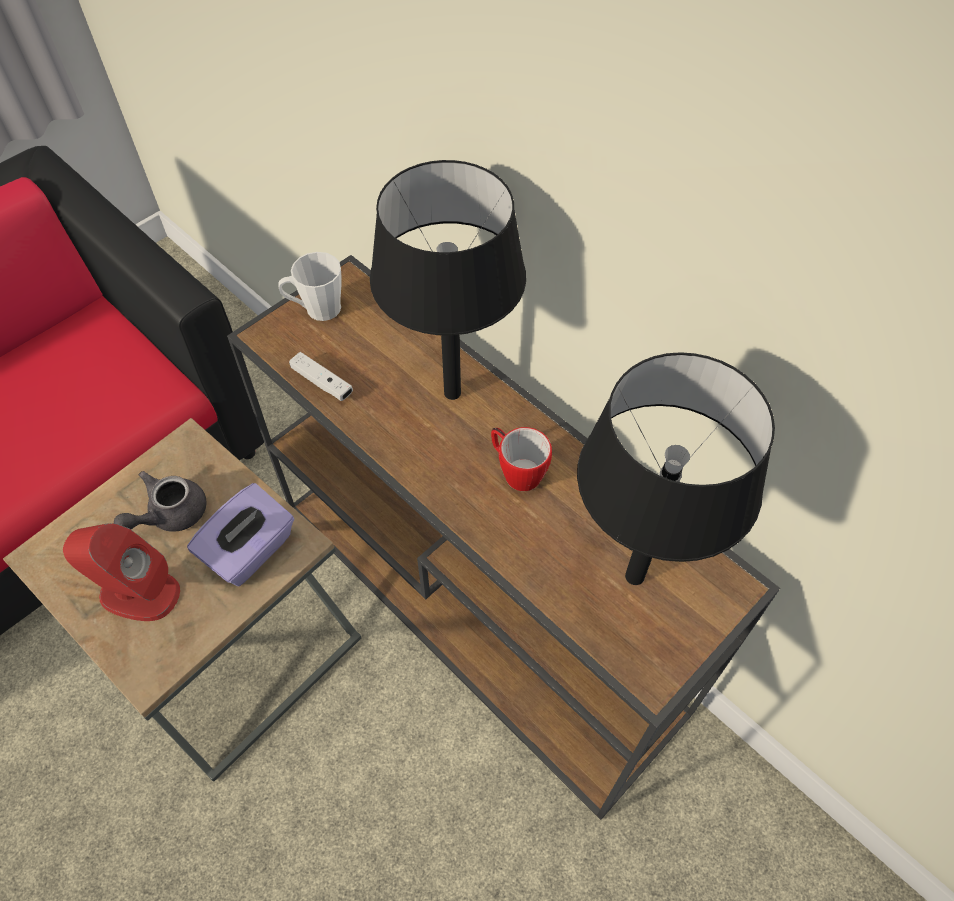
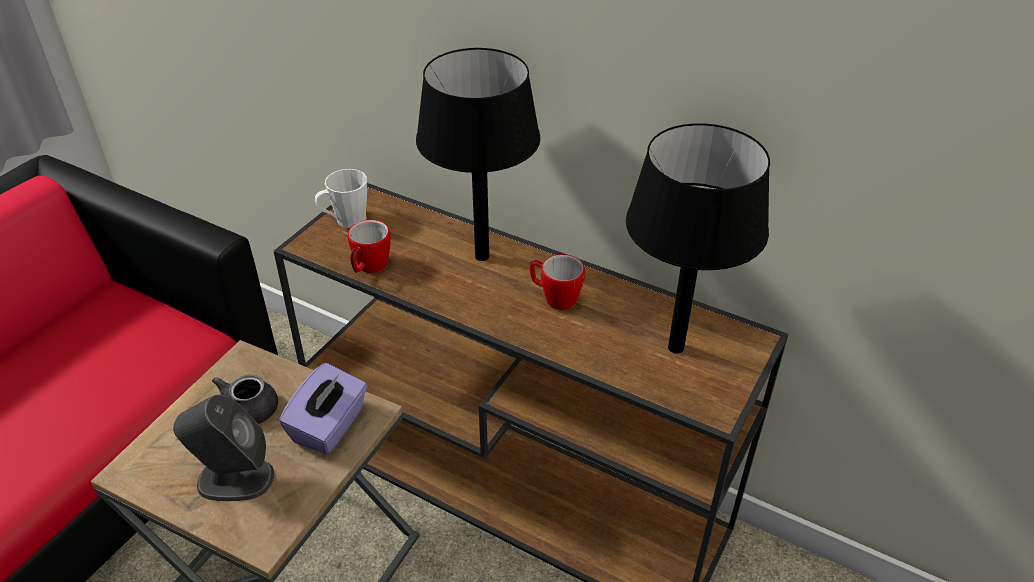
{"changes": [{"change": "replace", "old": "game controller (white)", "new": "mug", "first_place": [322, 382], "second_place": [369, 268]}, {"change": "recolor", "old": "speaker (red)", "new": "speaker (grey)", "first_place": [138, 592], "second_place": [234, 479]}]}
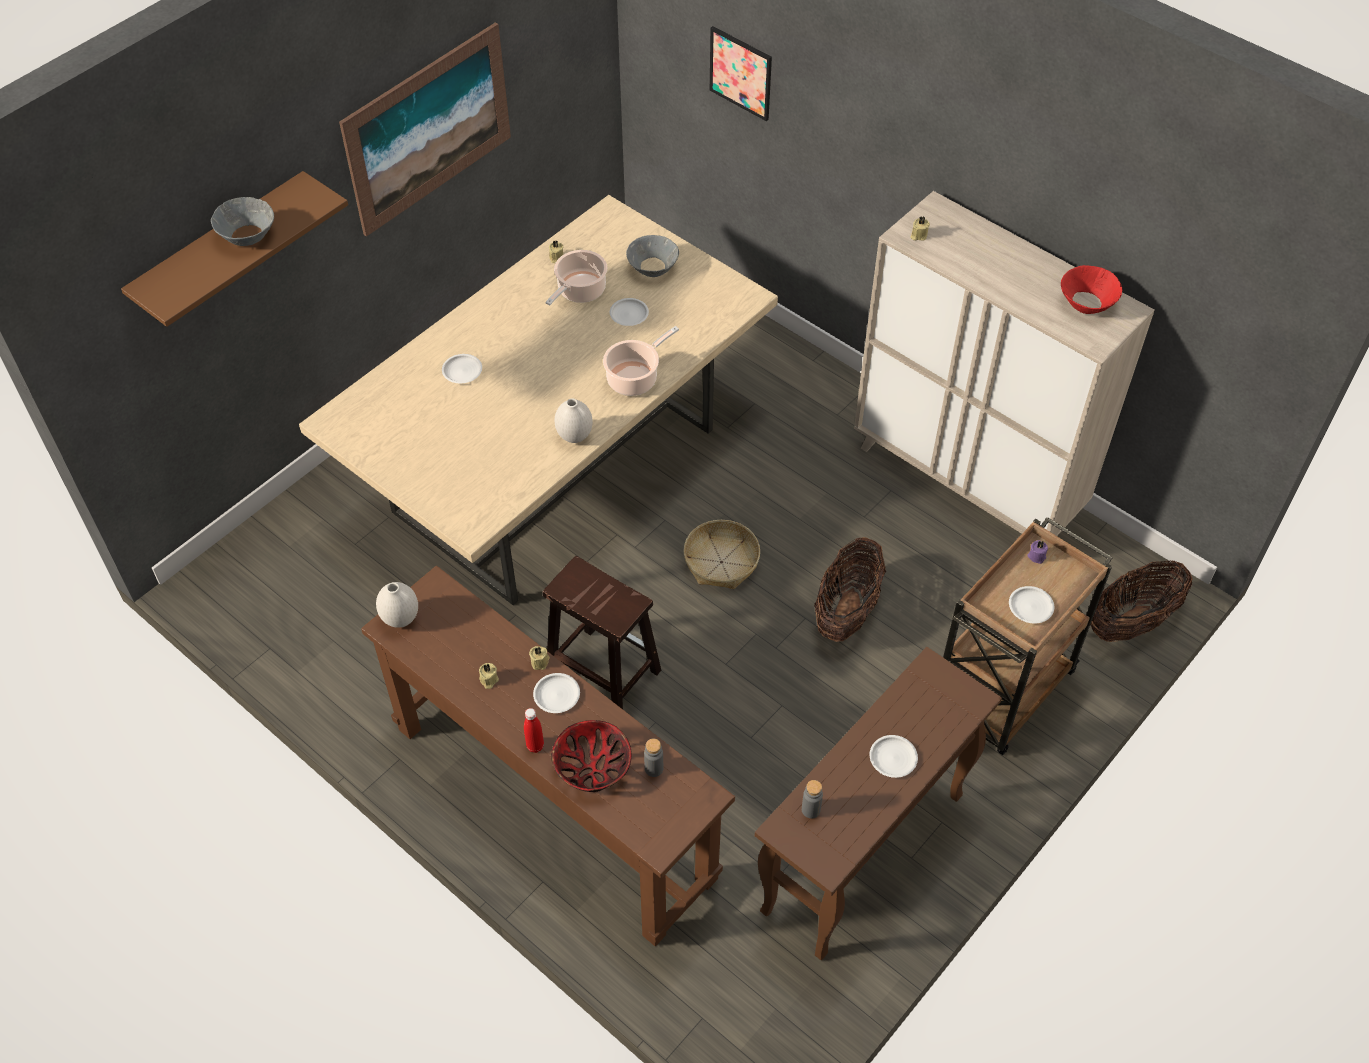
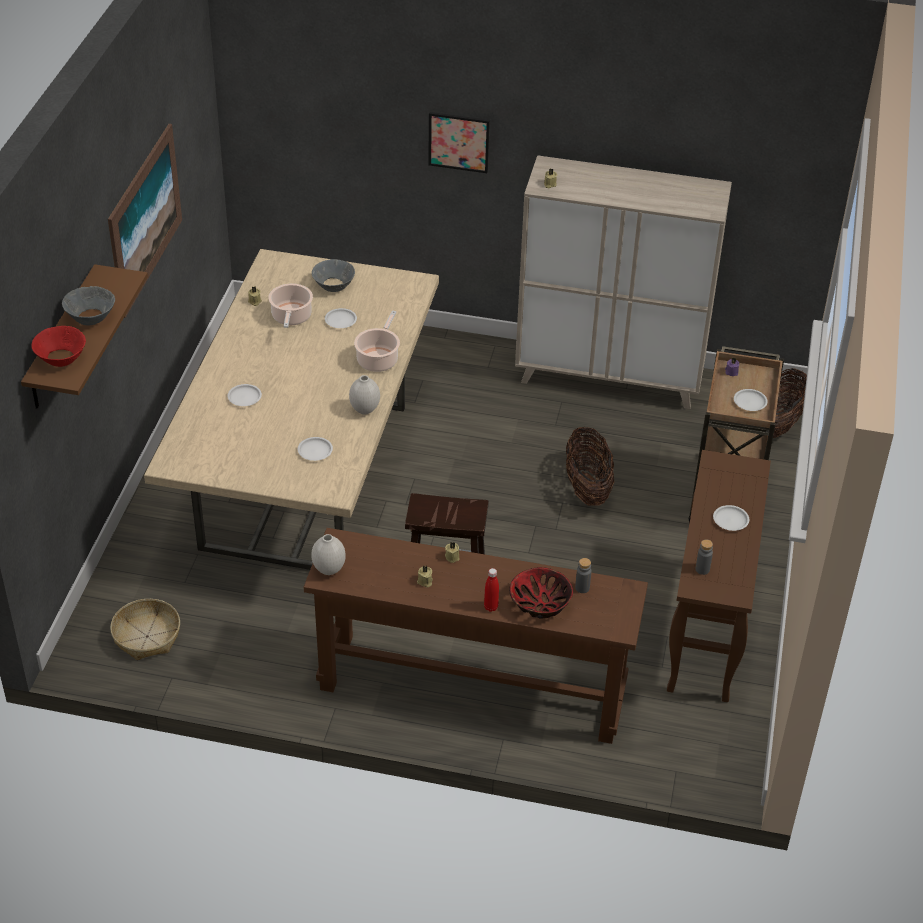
{"changes": [{"change": "move", "old": "plate (white)", "first_place": [556, 695], "second_place": [315, 451]}, {"change": "move", "old": "basket", "first_place": [721, 562], "second_place": [146, 636]}, {"change": "move", "old": "picture", "first_place": [741, 73], "second_place": [458, 142]}, {"change": "move", "old": "bowl (red)", "first_place": [1086, 303], "second_place": [61, 358]}]}
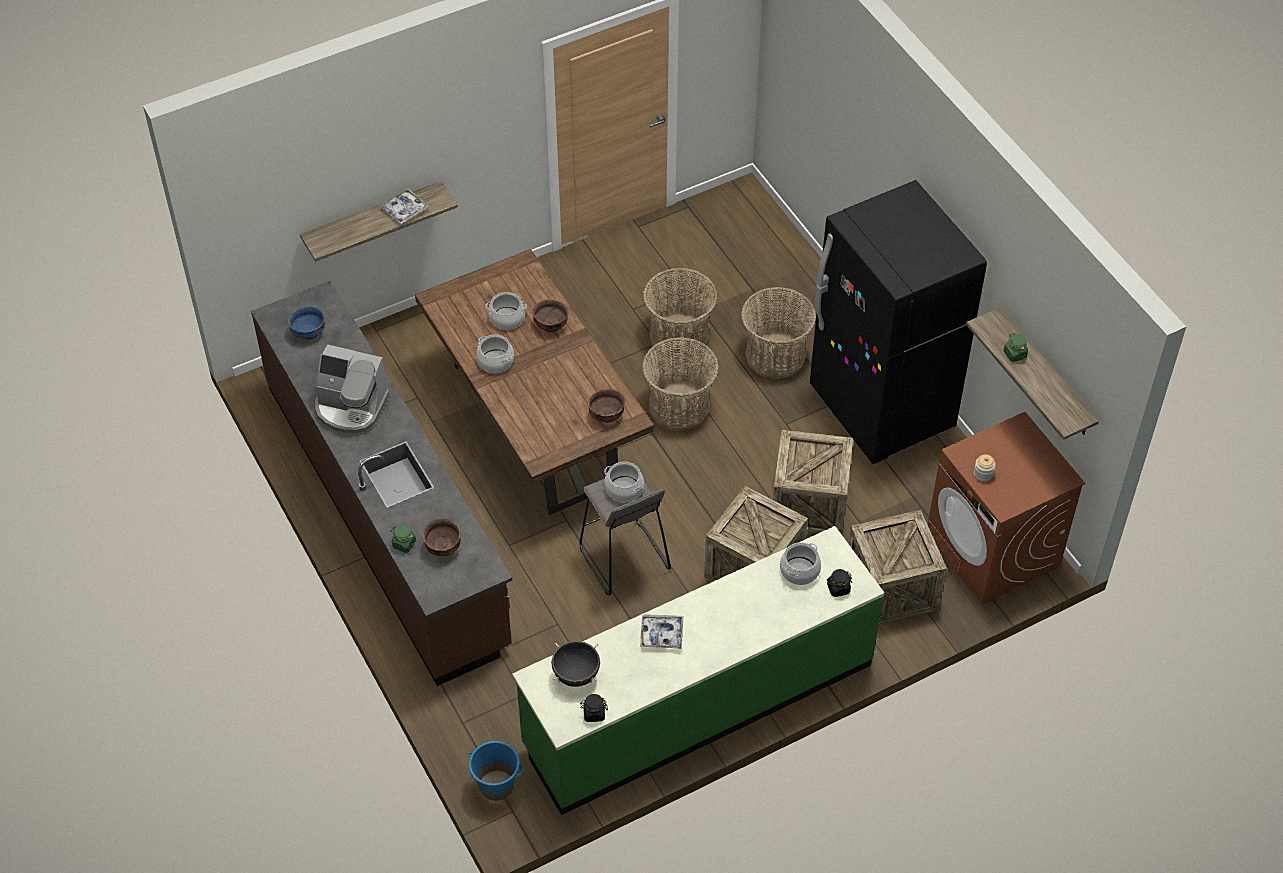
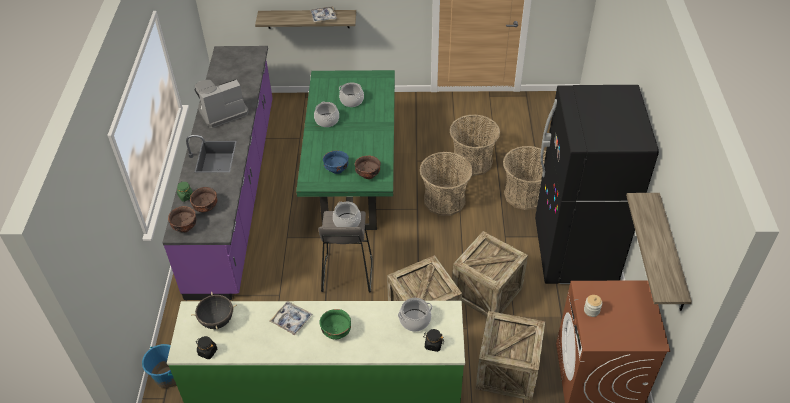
{"changes": [{"change": "delete", "old": "jar (green)", "first_place": [1014, 354]}, {"change": "insert", "new": "bowl (green)", "second_place": [336, 331]}, {"change": "move", "old": "bowl (blue)", "first_place": [309, 333], "second_place": [336, 169]}, {"change": "move", "old": "bowl (brown)", "first_place": [550, 325], "second_place": [184, 227]}, {"change": "recolor", "old": "counter (brown)", "new": "counter (purple)", "first_place": [387, 514], "second_place": [235, 192]}, {"change": "recolor", "old": "dining table (brown)", "new": "dining table (green)", "first_place": [536, 425], "second_place": [353, 178]}, {"change": "rotate", "old": "coffee machine", "first_place": [351, 407], "second_place": [222, 112], "degrees": 105}]}
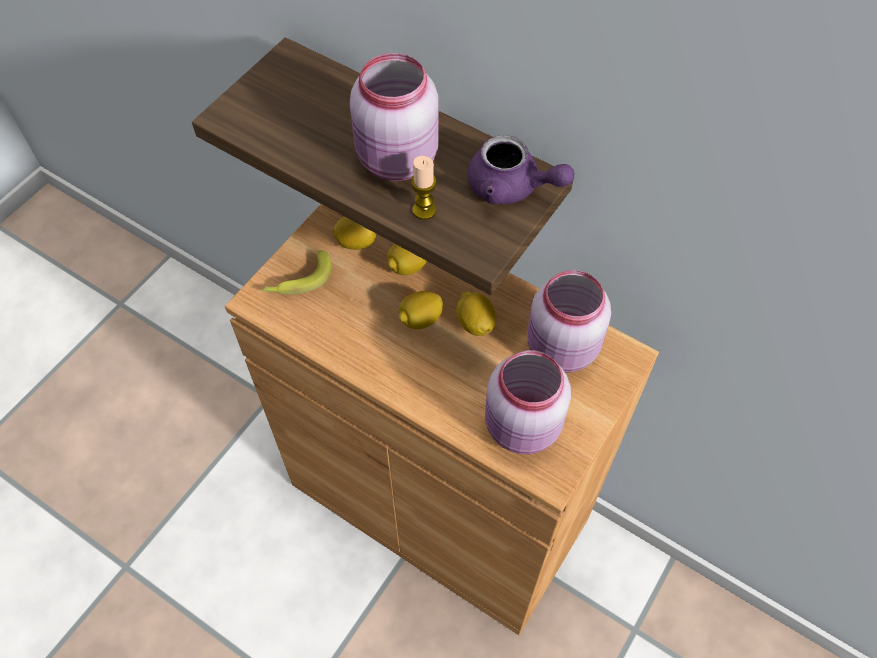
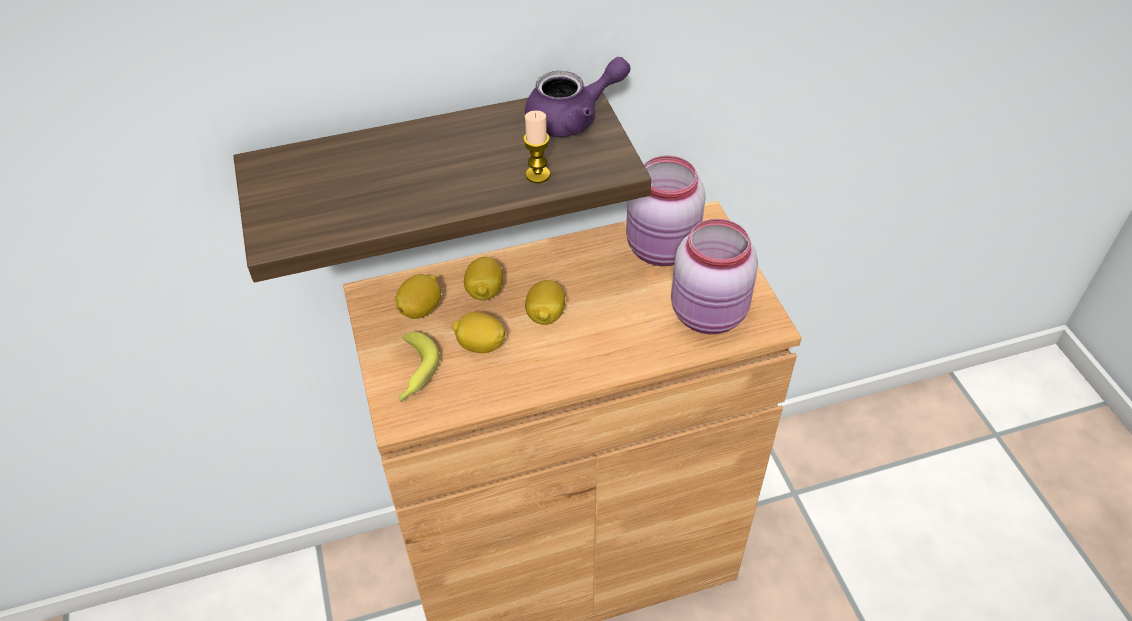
{"changes": [{"change": "delete", "old": "jar (pink)", "first_place": [396, 161]}, {"change": "move", "old": "lemon", "first_place": [475, 323], "second_place": [480, 345]}]}
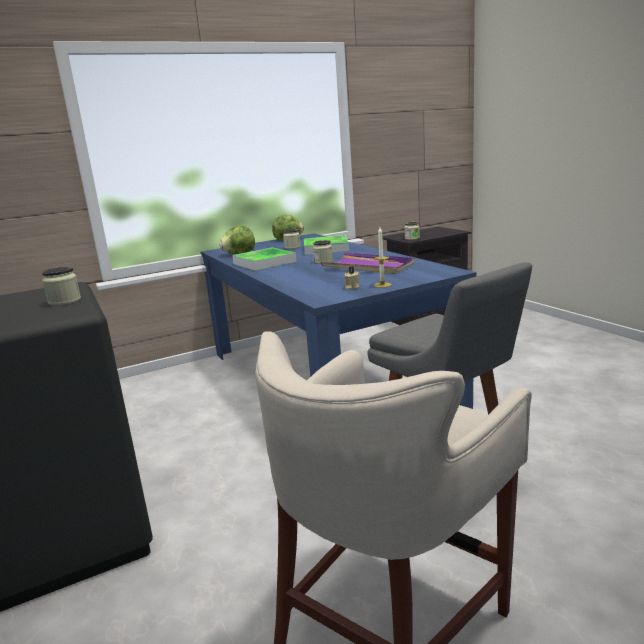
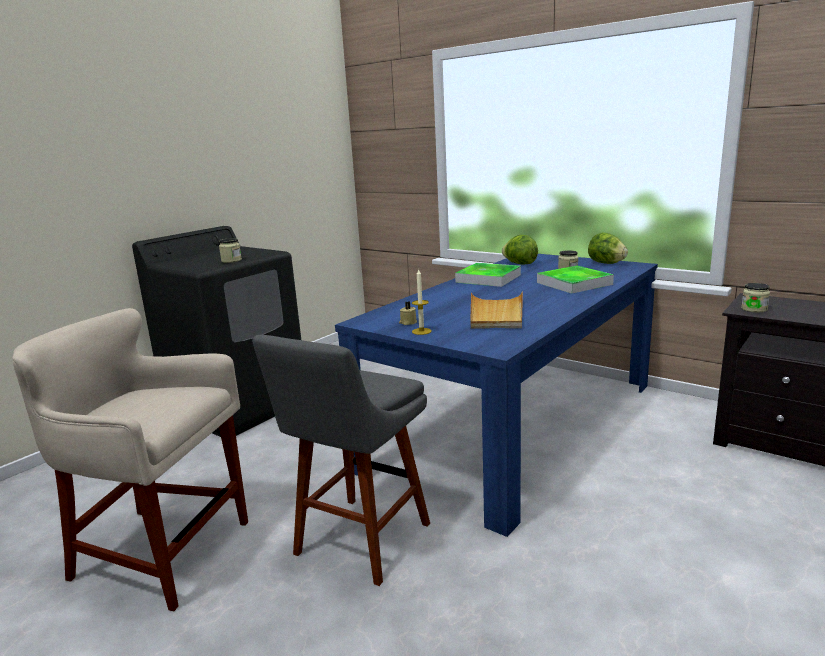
{"changes": [{"change": "delete", "old": "jar", "first_place": [323, 261]}, {"change": "recolor", "old": "tray (purple)", "new": "tray (beige)", "first_place": [368, 267], "second_place": [496, 314]}]}
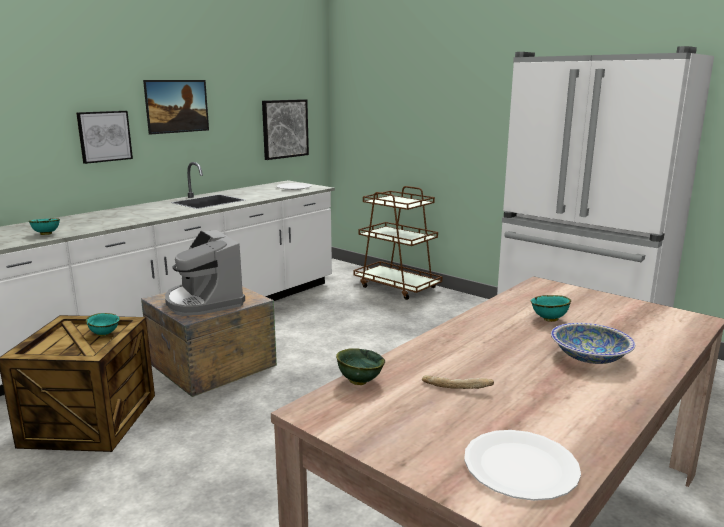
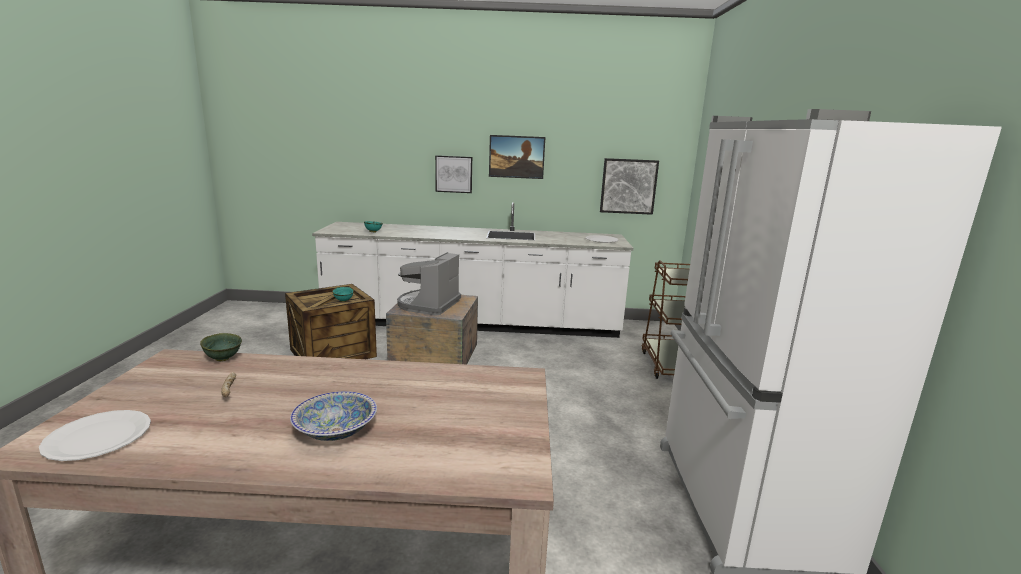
{"changes": [{"change": "delete", "old": "bowl (turquoise)", "first_place": [549, 320]}]}
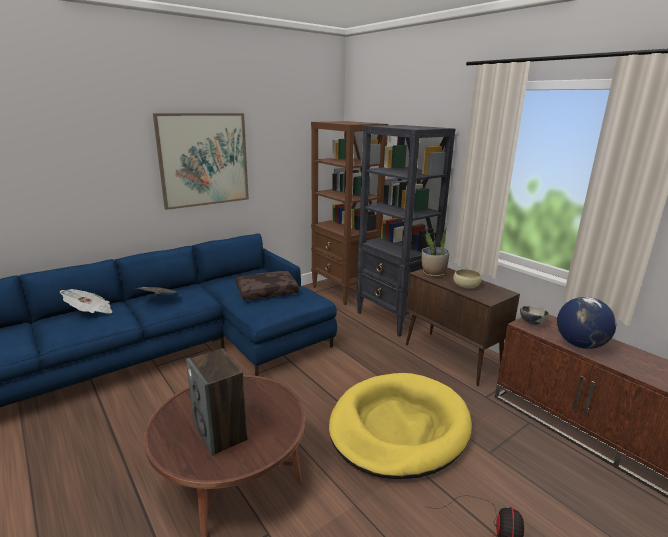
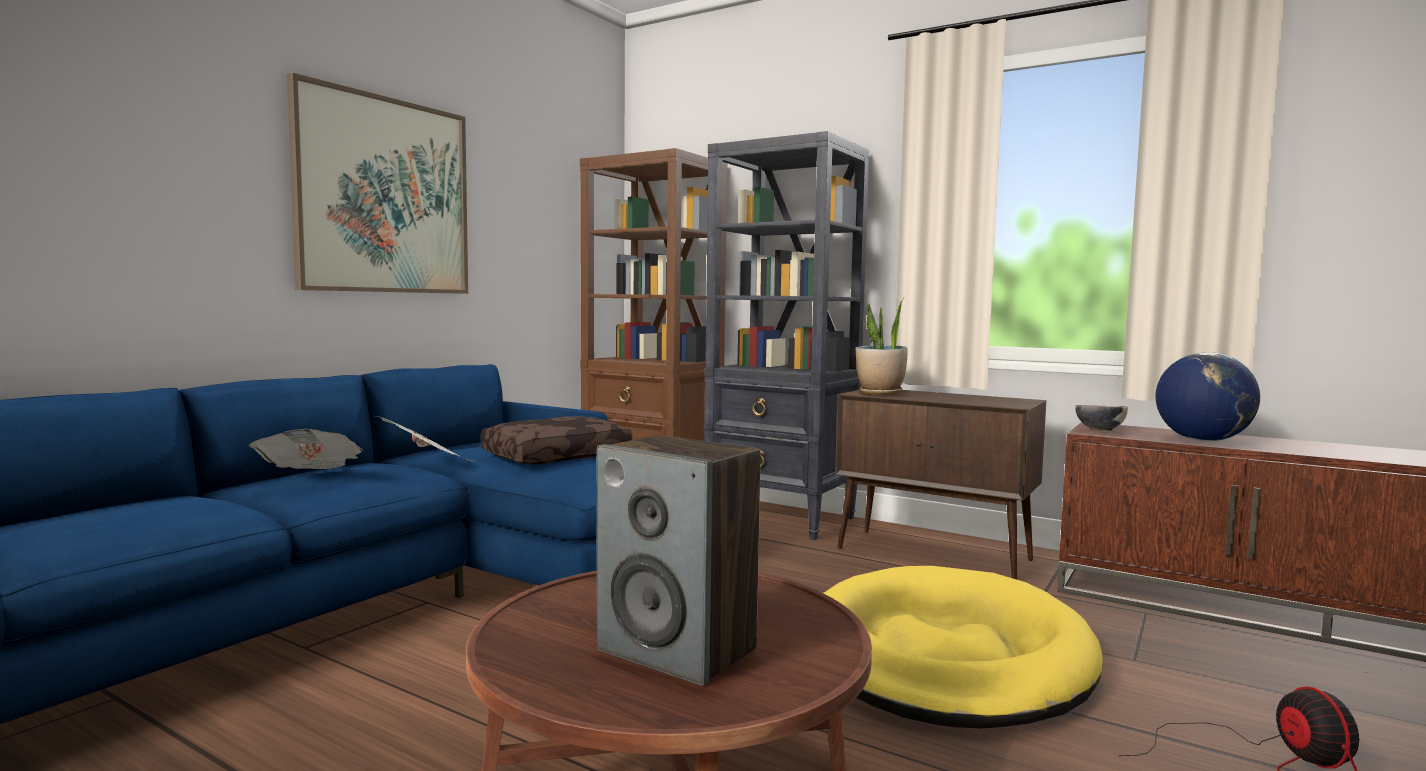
{"changes": [{"change": "delete", "old": "bowl (beige)", "first_place": [466, 285]}, {"change": "move", "old": "newspaper", "first_place": [90, 312], "second_place": [427, 464]}]}
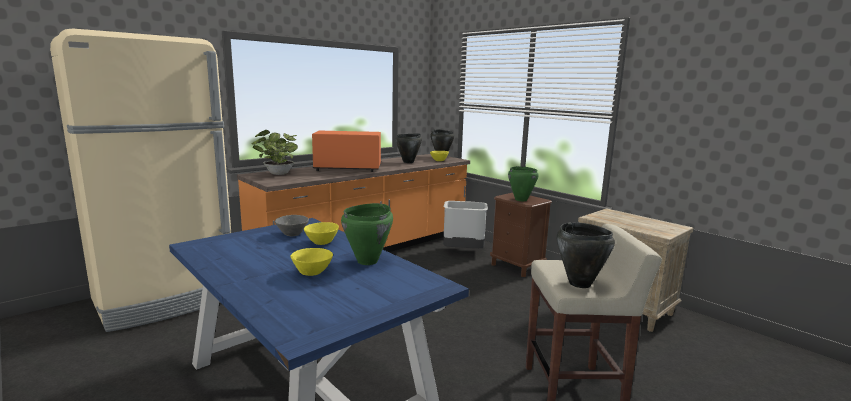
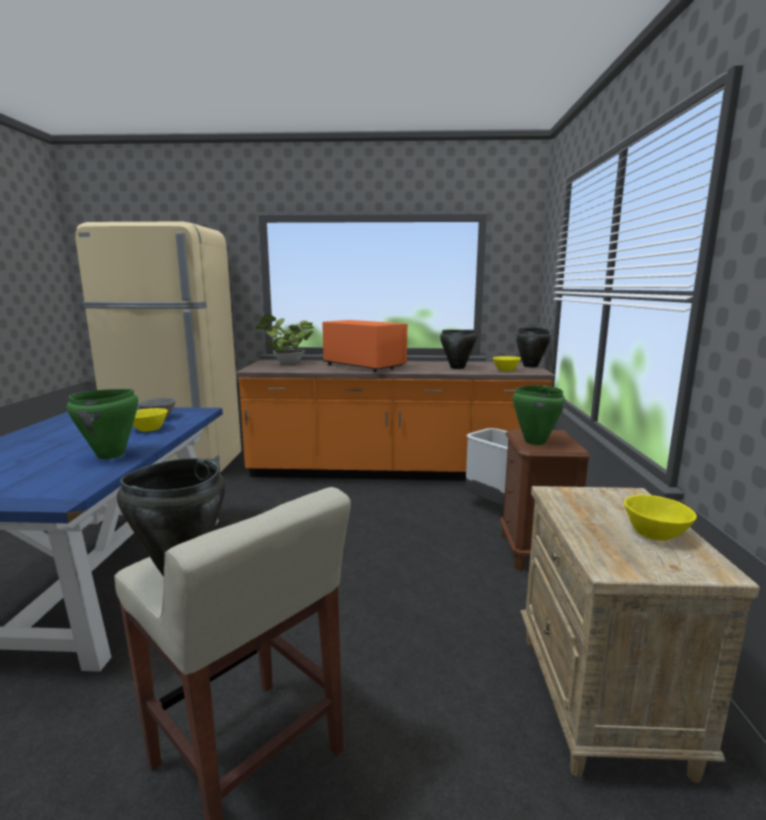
{"changes": [{"change": "move", "old": "bowl (yellow)", "first_place": [313, 273], "second_place": [656, 535]}]}
